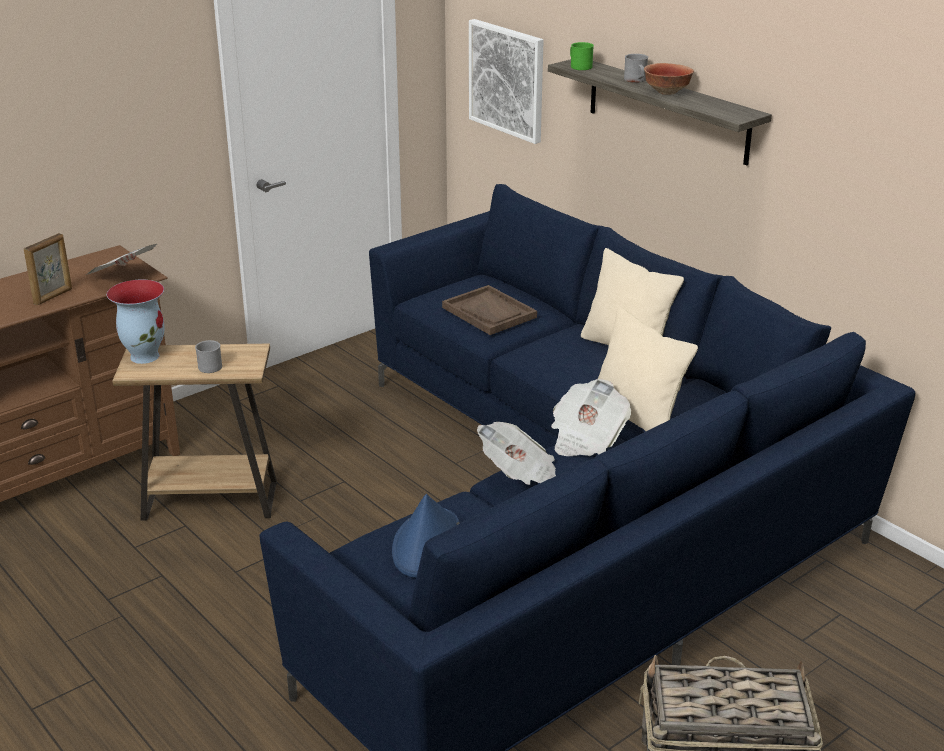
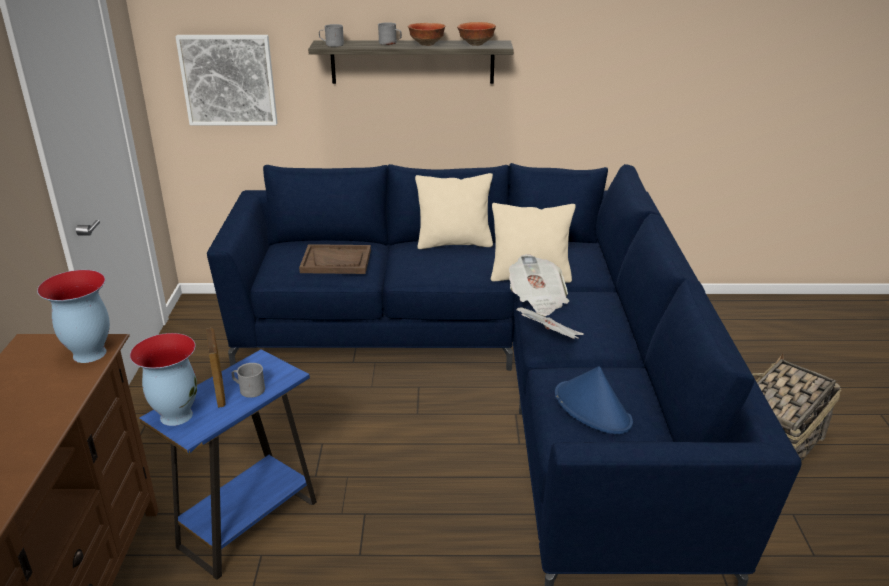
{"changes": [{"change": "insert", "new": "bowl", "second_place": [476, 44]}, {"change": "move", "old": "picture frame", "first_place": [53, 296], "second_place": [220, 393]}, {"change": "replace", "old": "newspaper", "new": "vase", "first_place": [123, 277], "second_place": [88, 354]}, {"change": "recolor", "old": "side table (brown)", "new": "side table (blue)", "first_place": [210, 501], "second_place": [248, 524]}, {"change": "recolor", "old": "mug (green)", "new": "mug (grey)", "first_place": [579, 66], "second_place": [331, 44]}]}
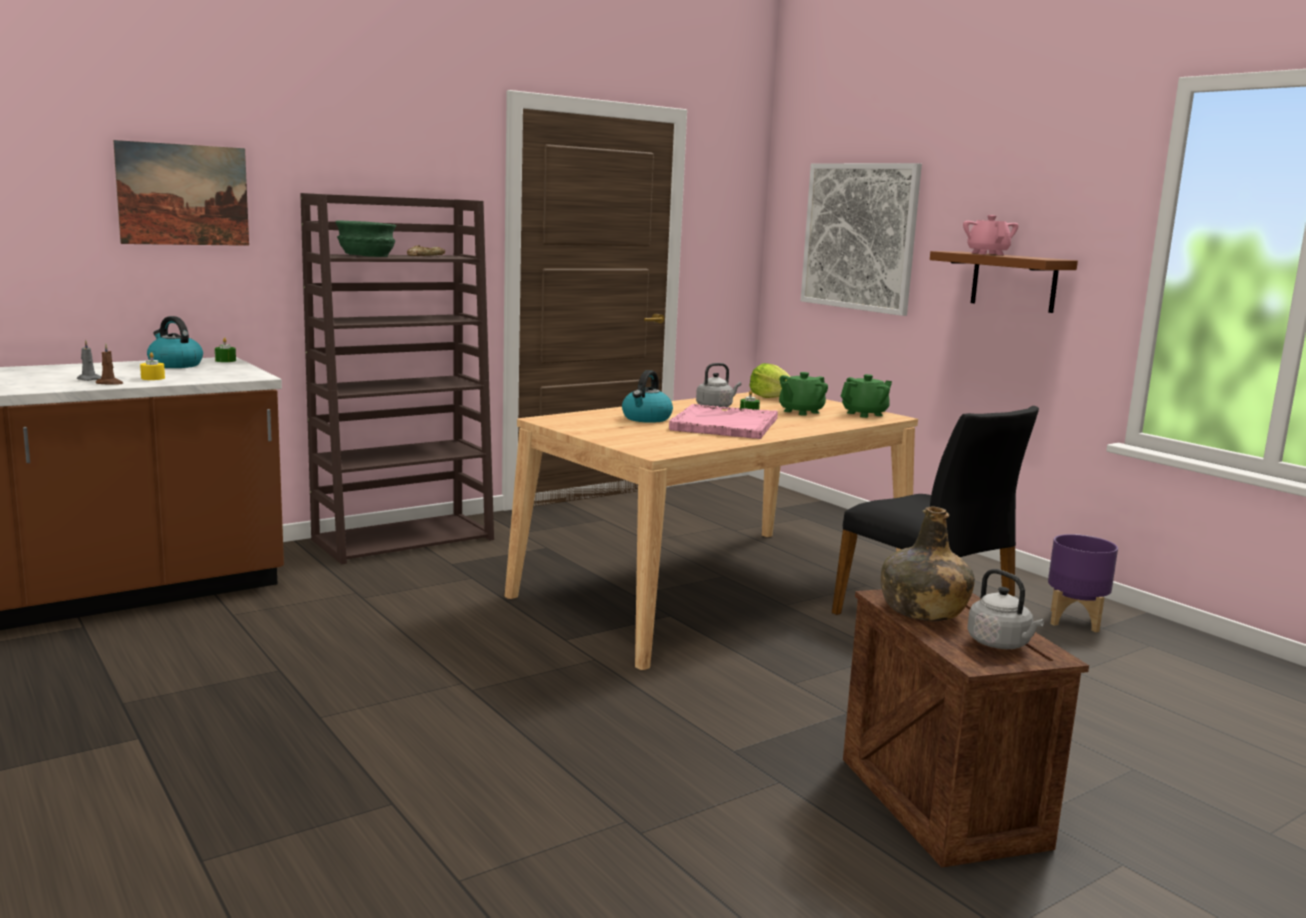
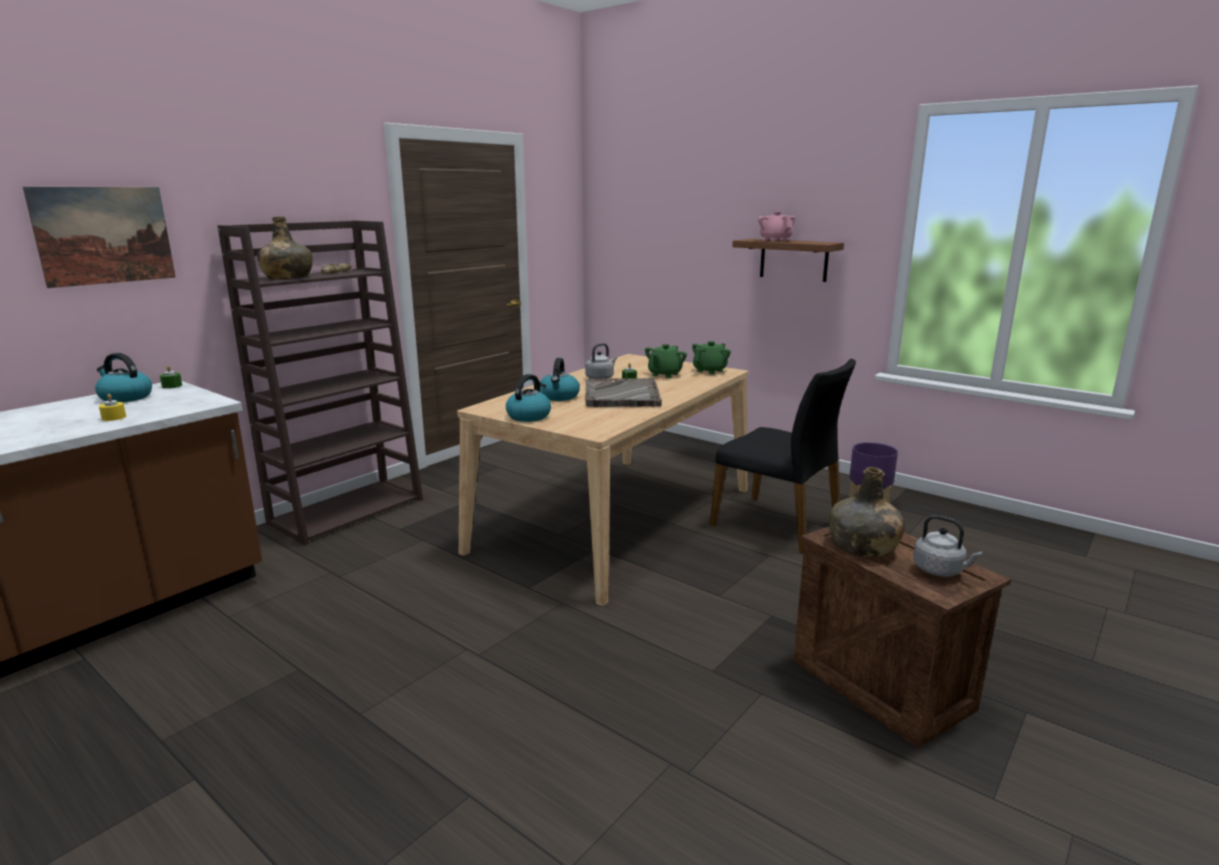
{"changes": [{"change": "delete", "old": "candle (grey)", "first_place": [88, 379]}, {"change": "delete", "old": "candle (brown)", "first_place": [110, 383]}, {"change": "delete", "old": "lettuce", "first_place": [771, 397]}, {"change": "delete", "old": "picture", "first_place": [859, 237]}, {"change": "insert", "new": "kettle", "second_place": [529, 416]}, {"change": "replace", "old": "bowl (green)", "new": "bottle (green)", "first_place": [366, 256], "second_place": [287, 277]}, {"change": "recolor", "old": "tray (pink)", "new": "tray (grey)", "first_place": [724, 424], "second_place": [621, 395]}]}
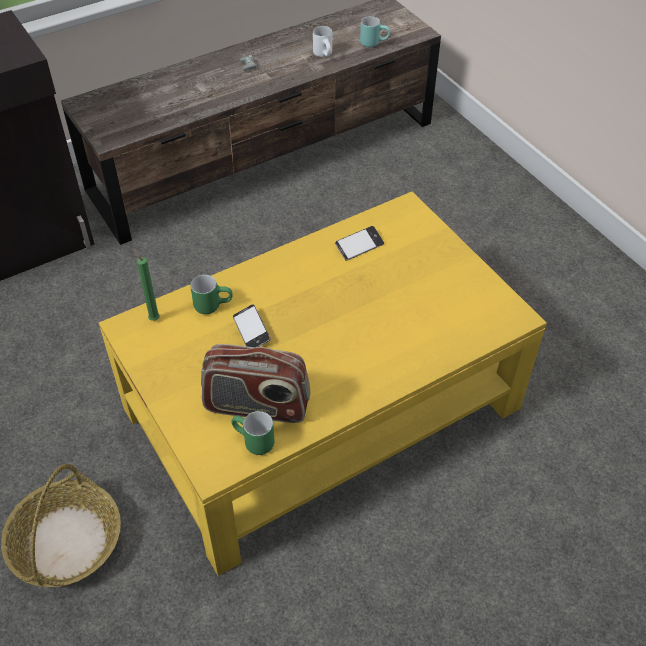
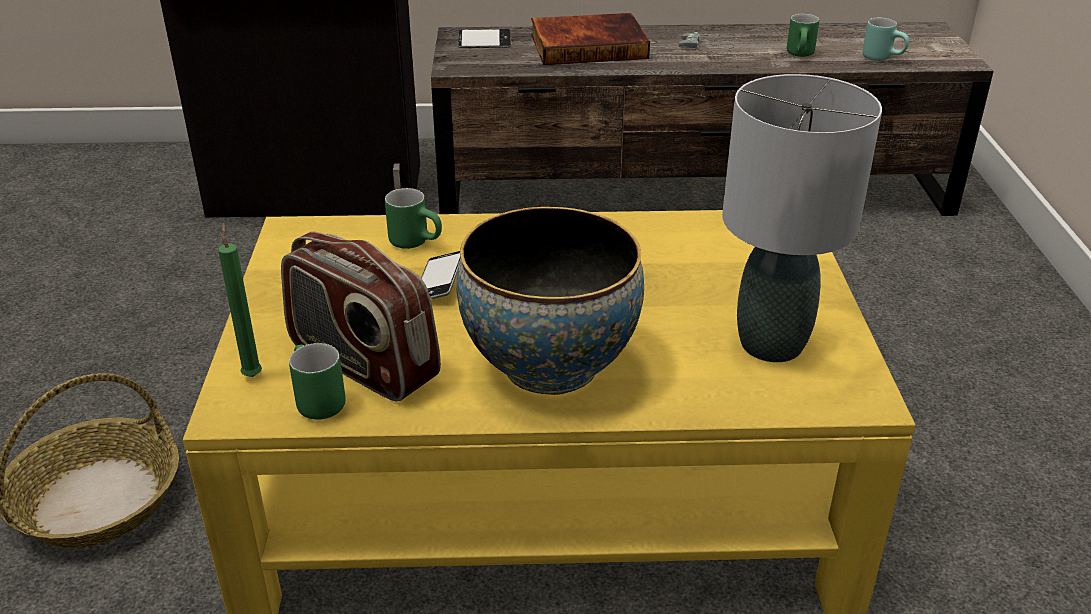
{"changes": [{"change": "insert", "new": "bowl", "second_place": [550, 366]}, {"change": "insert", "new": "book", "second_place": [589, 45]}, {"change": "insert", "new": "table lamp (grey)", "second_place": [772, 345]}, {"change": "move", "old": "candle (green)", "first_place": [153, 318], "second_place": [252, 374]}, {"change": "move", "old": "phone", "first_place": [359, 246], "second_place": [484, 43]}, {"change": "recolor", "old": "mug (white)", "new": "mug (green)", "first_place": [325, 55], "second_place": [802, 55]}]}
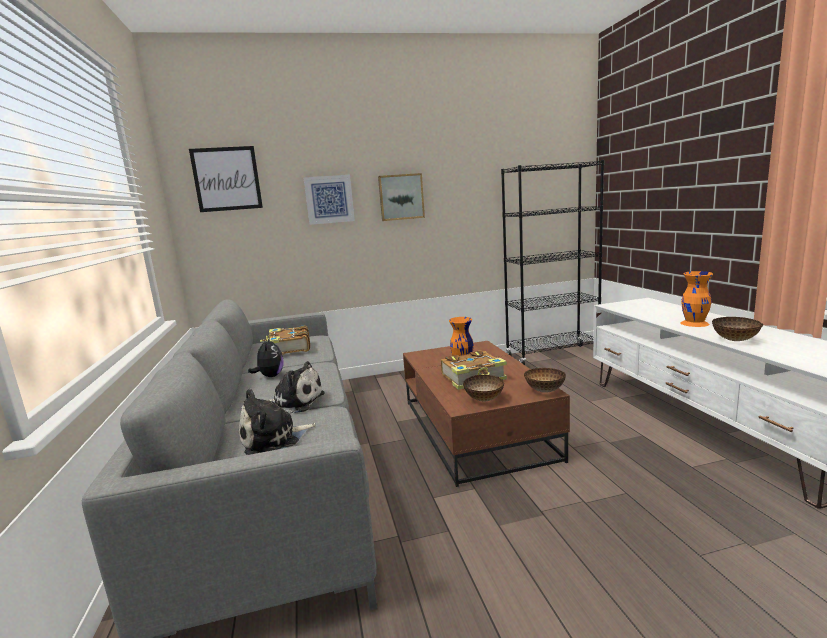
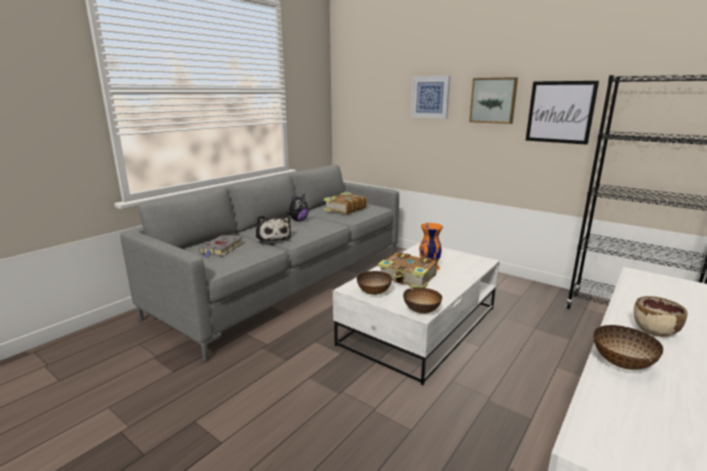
{"changes": [{"change": "move", "old": "picture", "first_place": [227, 179], "second_place": [560, 112]}, {"change": "replace", "old": "plush toy", "new": "book (grey)", "first_place": [273, 439], "second_place": [221, 248]}, {"change": "replace", "old": "vase (orange)", "new": "bowl (beige)", "first_place": [695, 323], "second_place": [654, 331]}, {"change": "recolor", "old": "coffee table (brown)", "new": "coffee table (white)", "first_place": [474, 428], "second_place": [420, 325]}]}
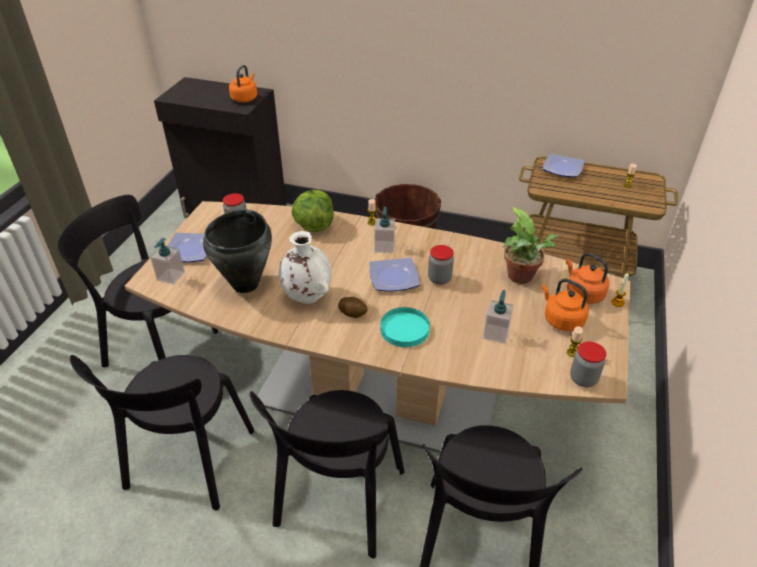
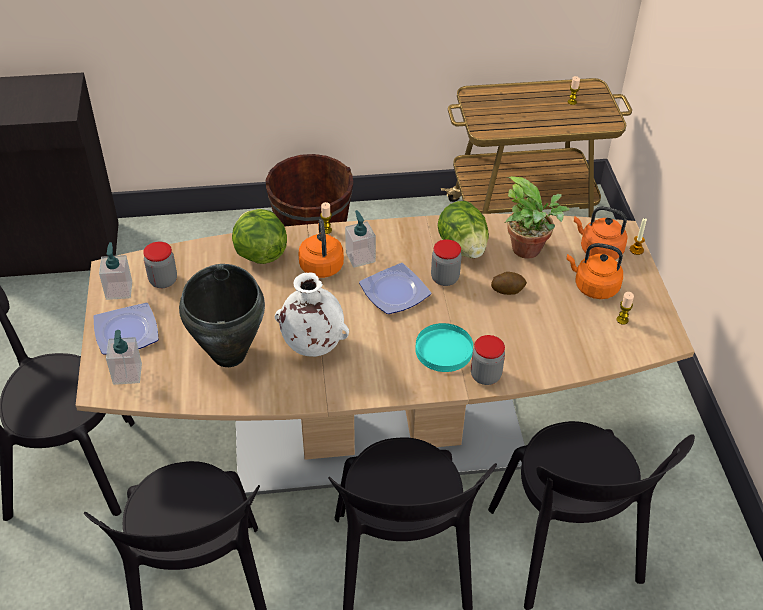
{"changes": [{"change": "delete", "old": "plate", "first_place": [561, 168]}, {"change": "insert", "new": "lettuce", "second_place": [462, 247]}, {"change": "move", "old": "kettle (orange)", "first_place": [245, 98], "second_place": [321, 265]}, {"change": "move", "old": "potato", "first_place": [353, 313], "second_place": [507, 290]}, {"change": "move", "old": "soap dispenser", "first_place": [496, 333], "second_place": [119, 290]}, {"change": "move", "old": "jar", "first_place": [583, 379], "second_place": [485, 376]}]}
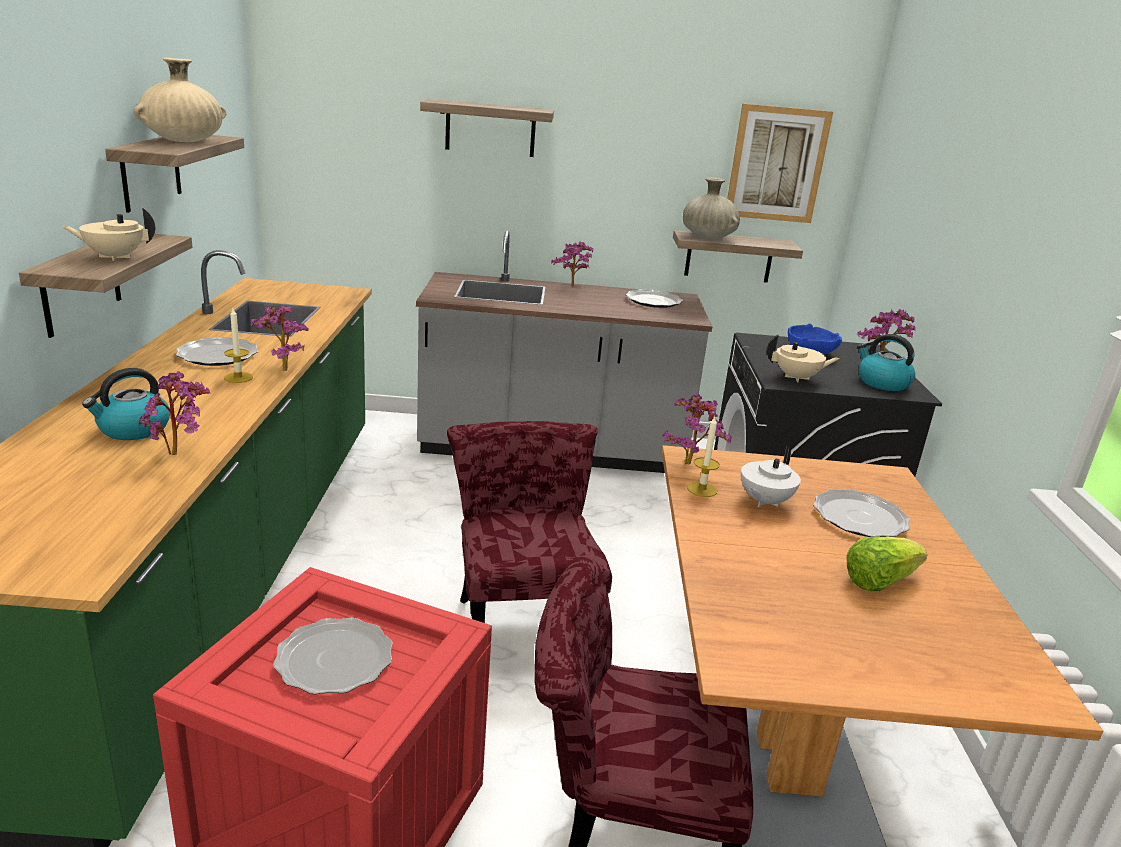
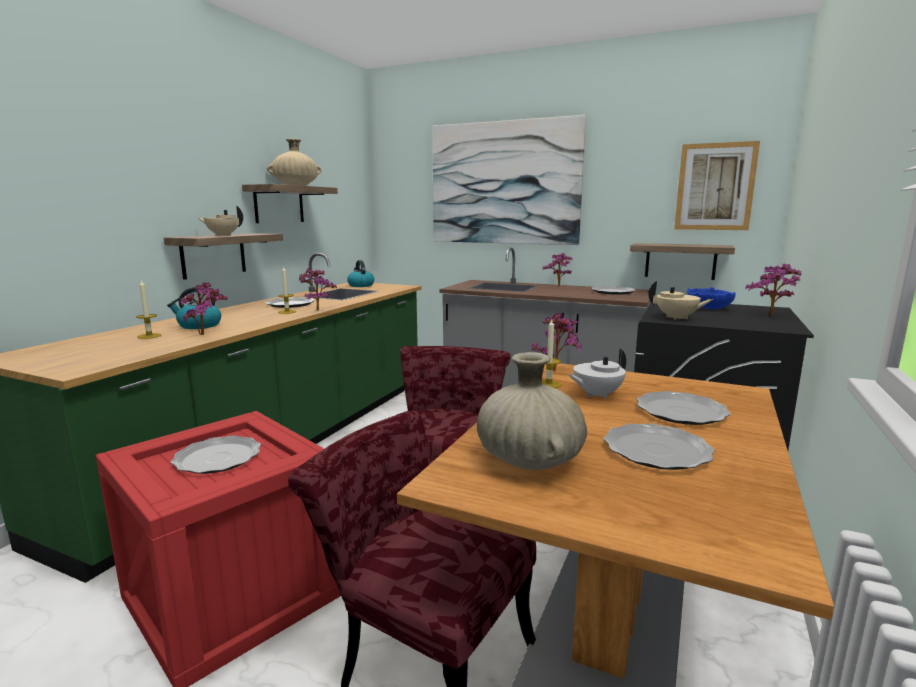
{"changes": [{"change": "insert", "new": "candle", "second_place": [149, 336]}, {"change": "move", "old": "vase (beige)", "first_place": [707, 237], "second_place": [529, 461]}, {"change": "move", "old": "kettle", "first_place": [882, 383], "second_place": [360, 285]}, {"change": "replace", "old": "shelf", "new": "picture", "first_place": [490, 128], "second_place": [504, 183]}, {"change": "replace", "old": "lettuce", "new": "plate", "first_place": [879, 581], "second_place": [656, 450]}]}
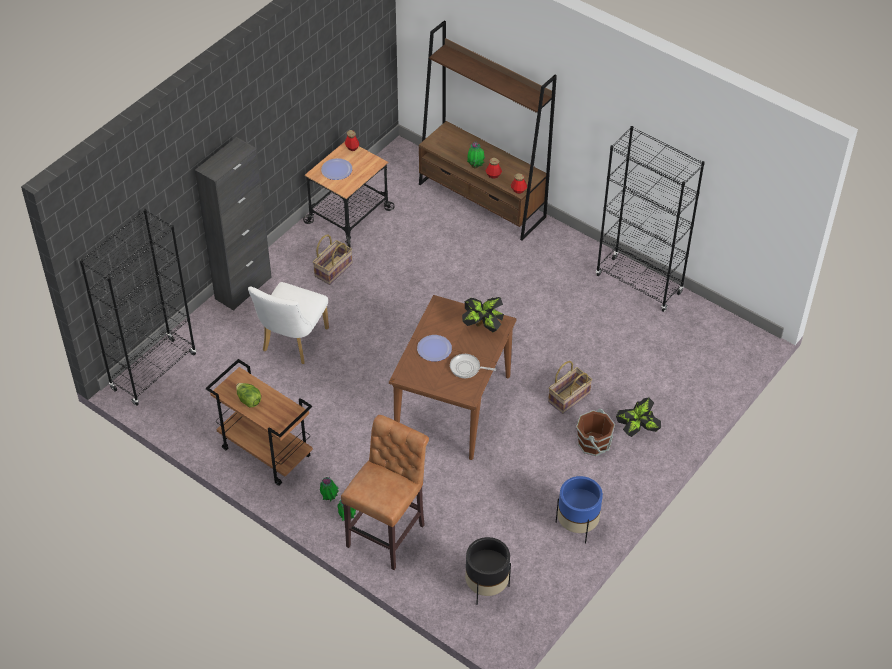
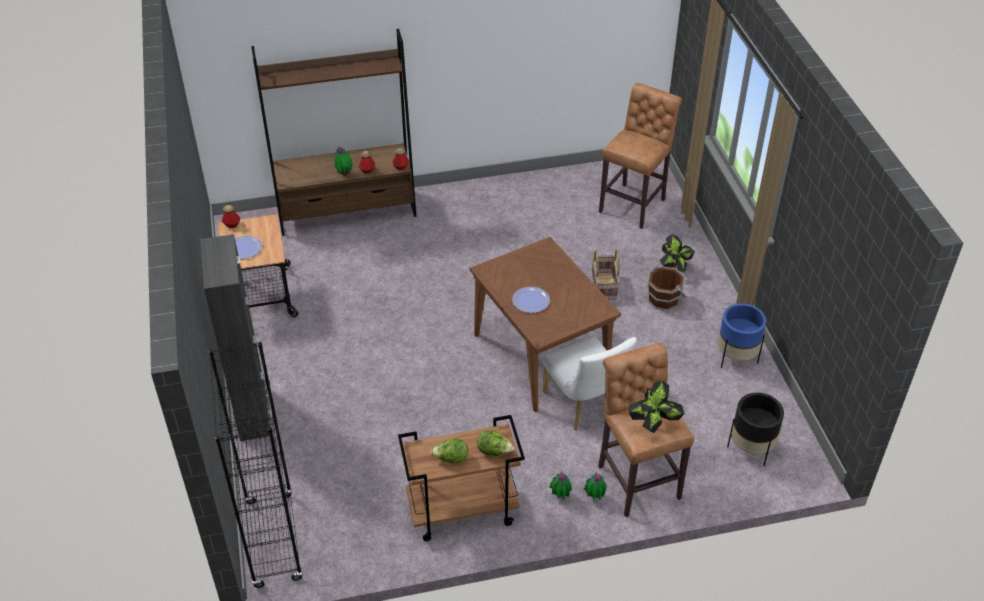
{"changes": [{"change": "delete", "old": "basket", "first_place": [333, 270]}, {"change": "delete", "old": "frying pan", "first_place": [467, 368]}, {"change": "delete", "old": "bookcase (black)", "first_place": [639, 284]}, {"change": "insert", "new": "lettuce", "second_place": [494, 451]}, {"change": "insert", "new": "stool (brown)", "second_place": [634, 204]}, {"change": "move", "old": "chair (white)", "first_place": [292, 343], "second_place": [584, 406]}, {"change": "move", "old": "potted plant", "first_place": [483, 326], "second_place": [654, 425]}]}
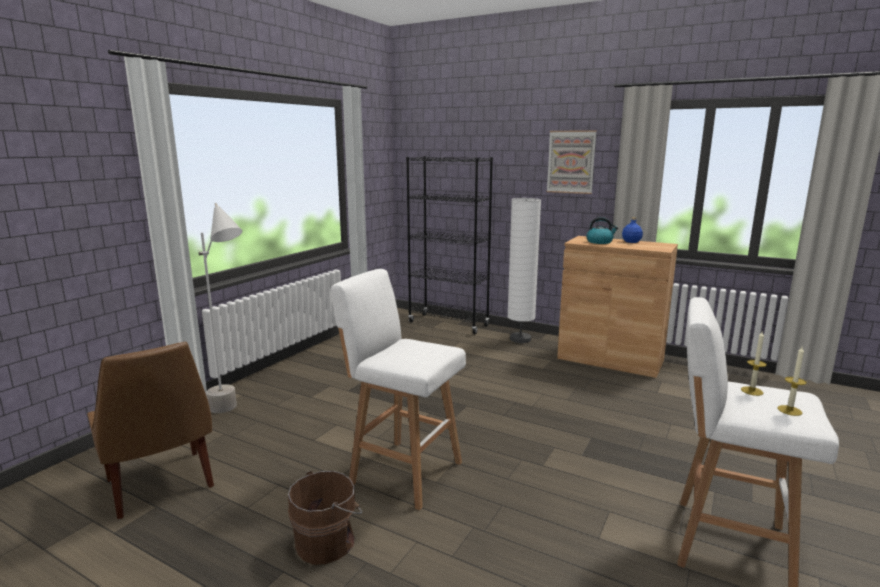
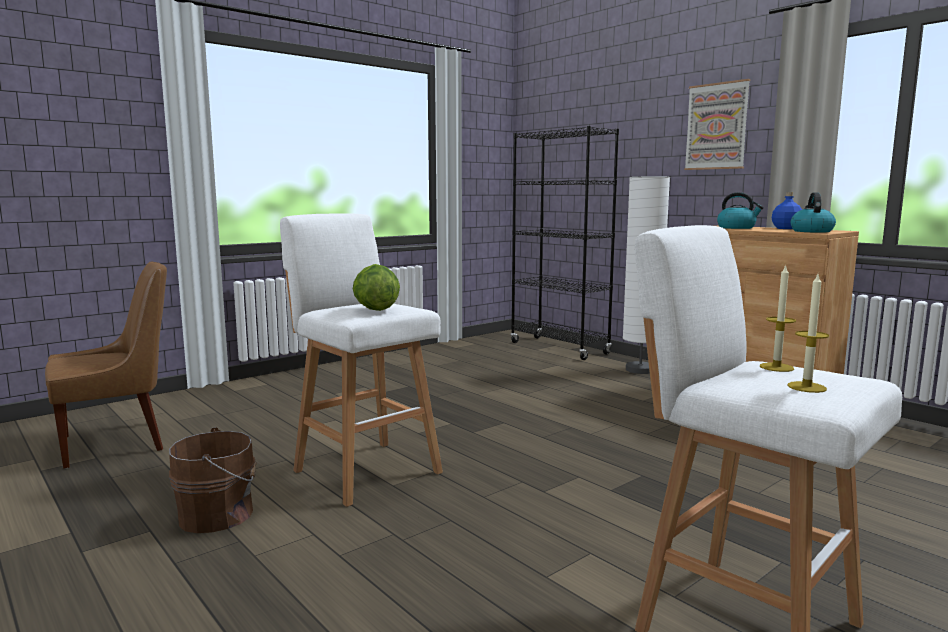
{"changes": [{"change": "delete", "old": "floor lamp (grey)", "first_place": [233, 414]}, {"change": "insert", "new": "lettuce", "second_place": [375, 309]}, {"change": "insert", "new": "kettle", "second_place": [811, 231]}, {"change": "rotate", "old": "chair (brown)", "first_place": [161, 485], "second_place": [117, 442], "degrees": -105}]}
